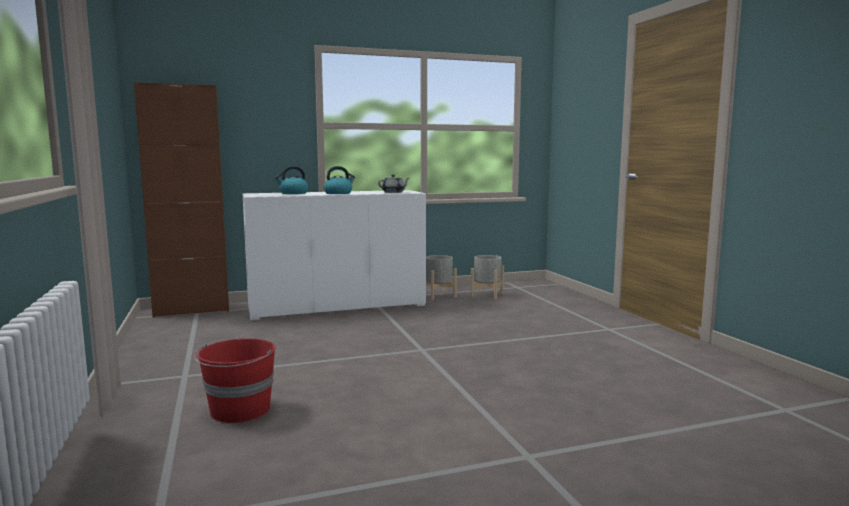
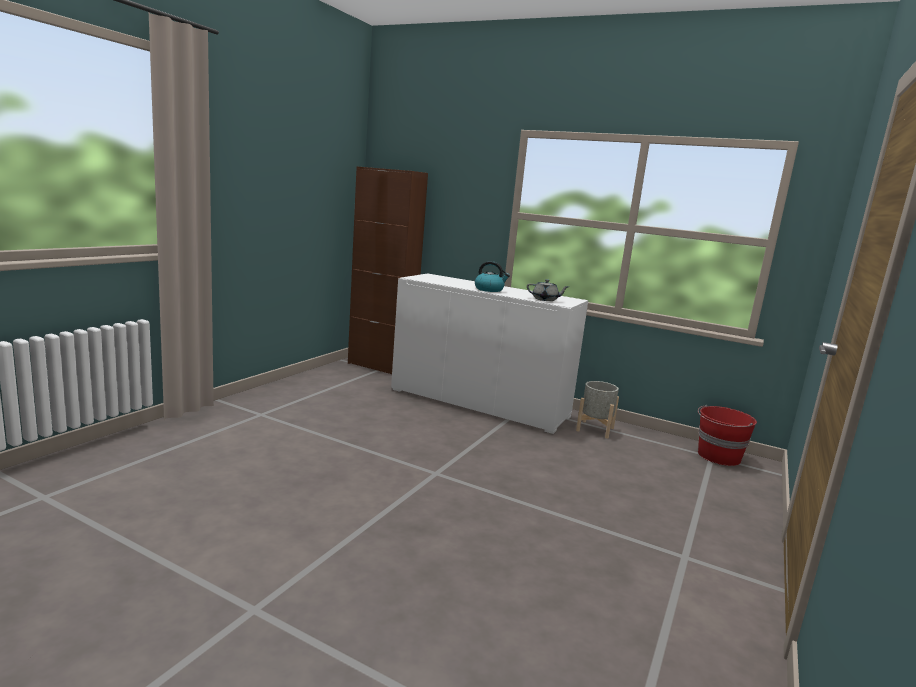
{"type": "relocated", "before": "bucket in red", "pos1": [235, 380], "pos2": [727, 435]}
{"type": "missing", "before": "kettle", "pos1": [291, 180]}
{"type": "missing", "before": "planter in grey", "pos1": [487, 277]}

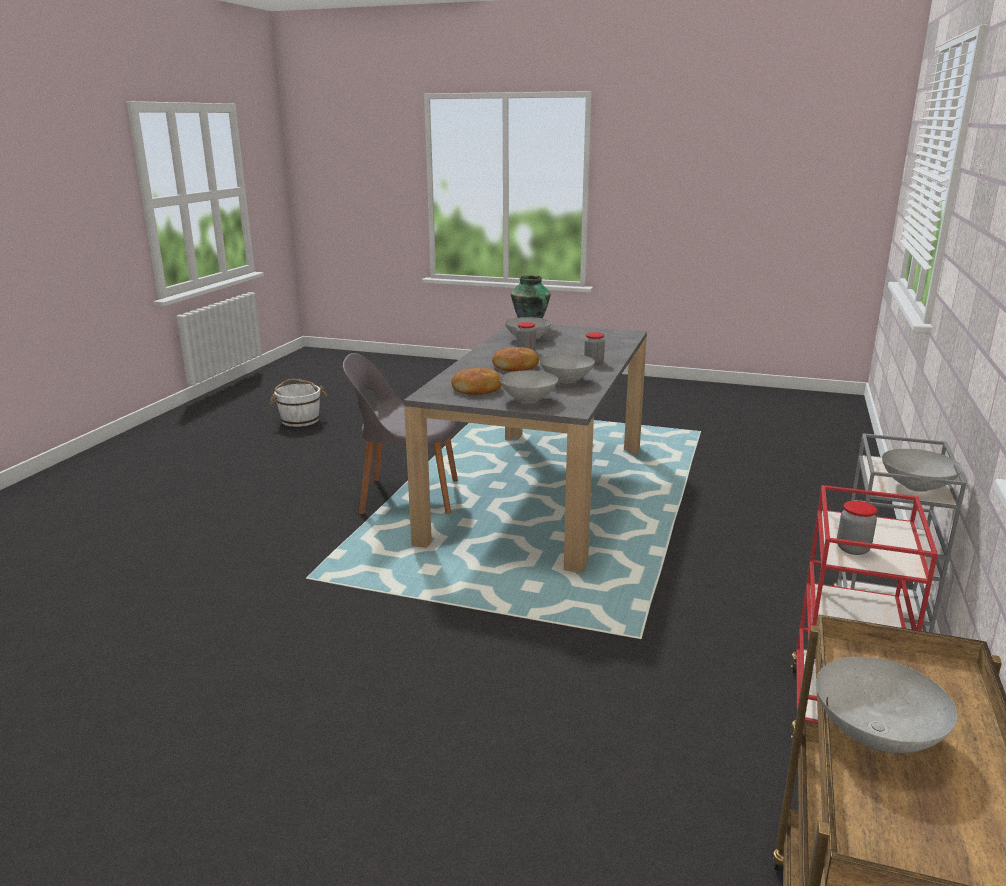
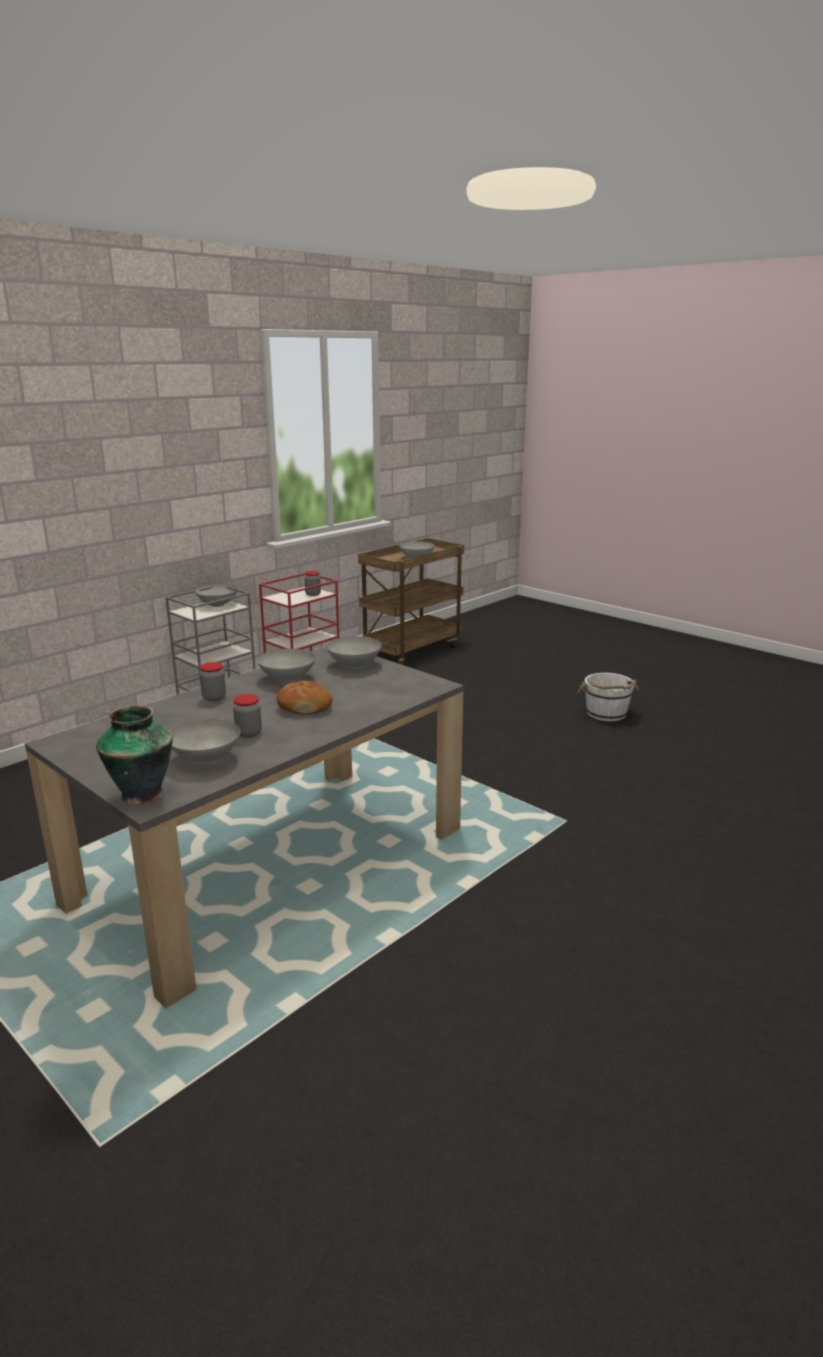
{"type": "relocated", "before": "bucket in white", "pos1": [298, 403], "pos2": [608, 697]}
{"type": "missing", "before": "chair in grey", "pos1": [400, 433]}
{"type": "missing", "before": "bread", "pos1": [476, 381]}

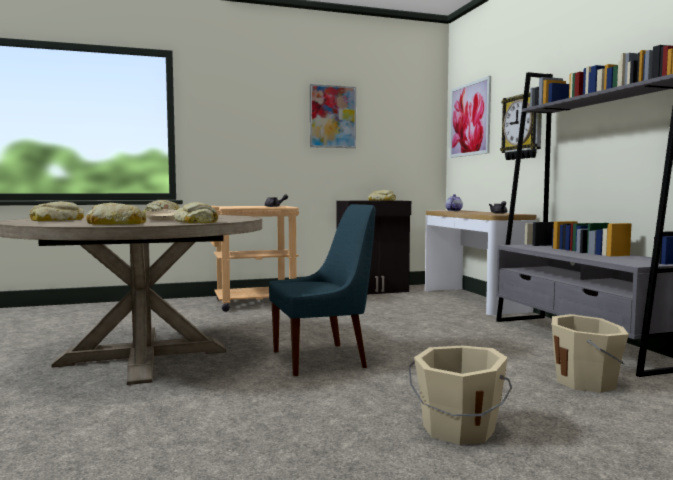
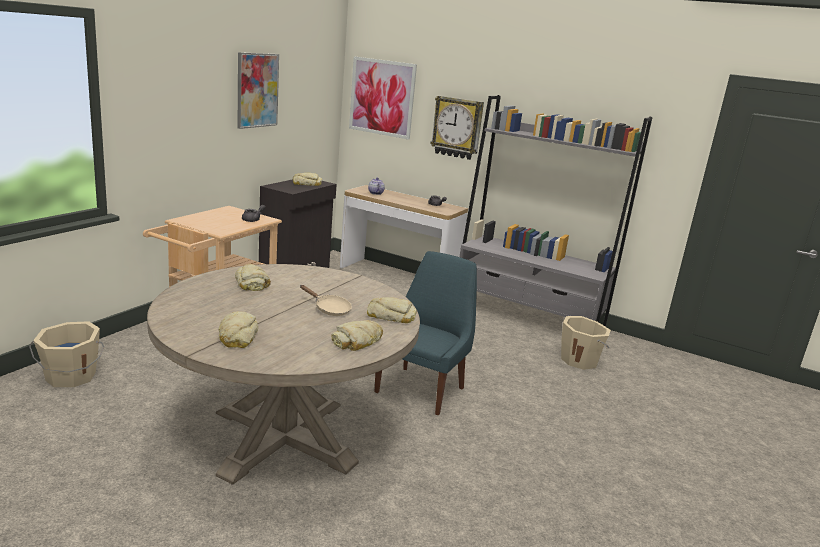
{"type": "relocated", "before": "bucket in beige", "pos1": [460, 395], "pos2": [66, 354]}

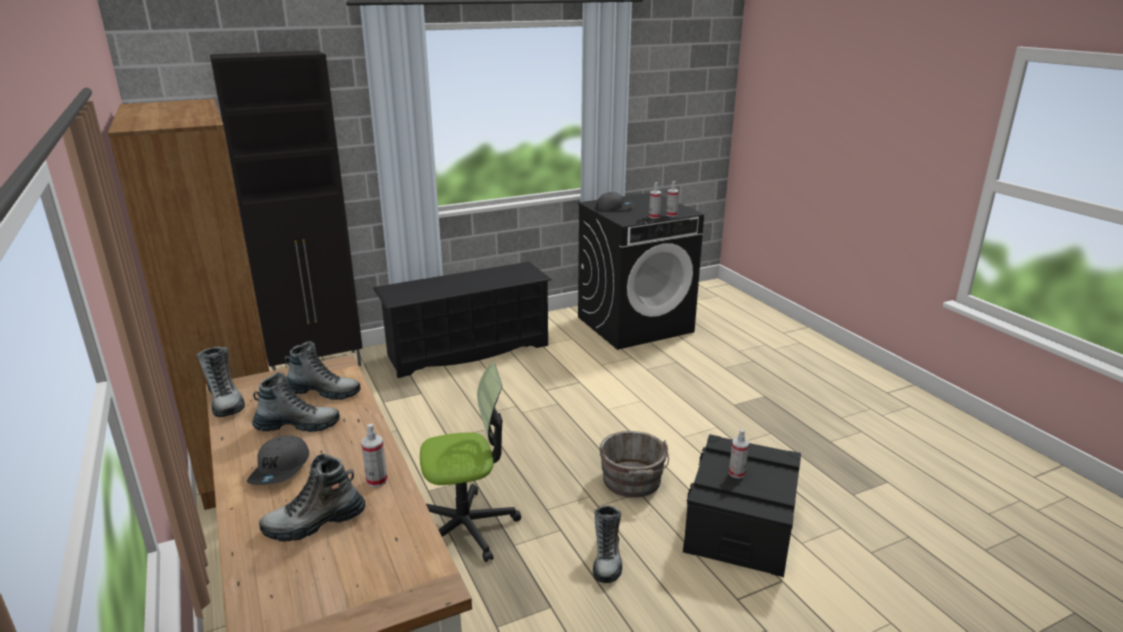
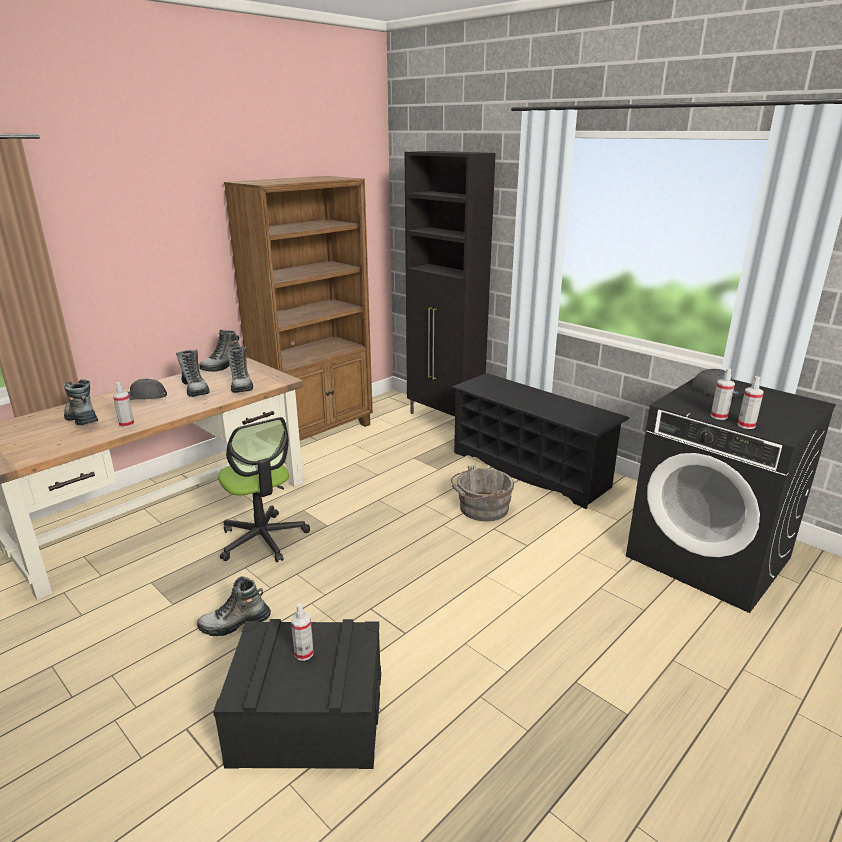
{"type": "relocated", "before": "bucket in grey", "pos1": [634, 464], "pos2": [482, 493]}

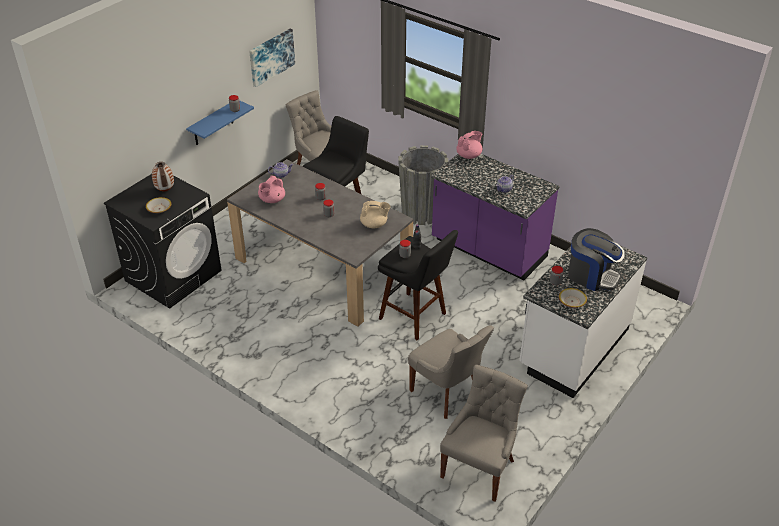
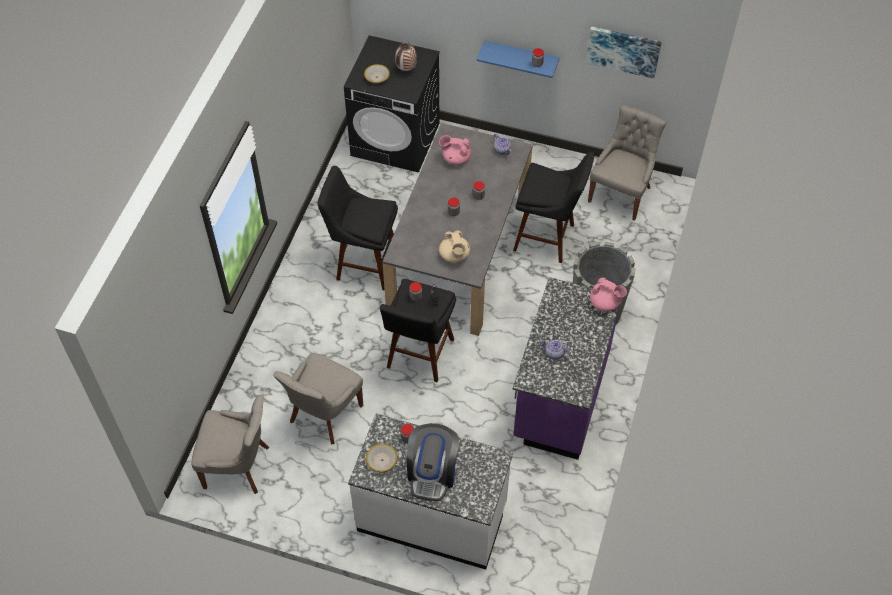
{"type": "appeared", "after": "stool in black", "pos2": [357, 228]}

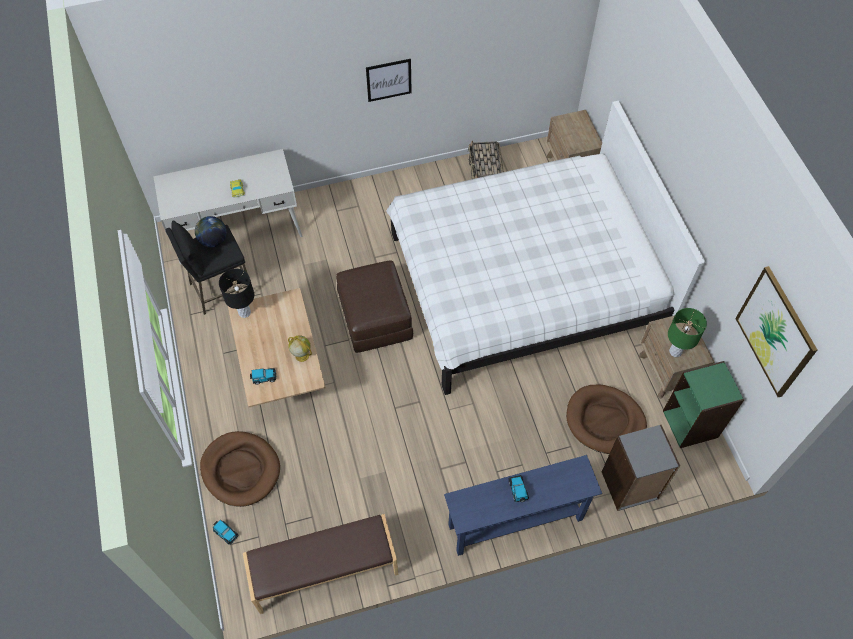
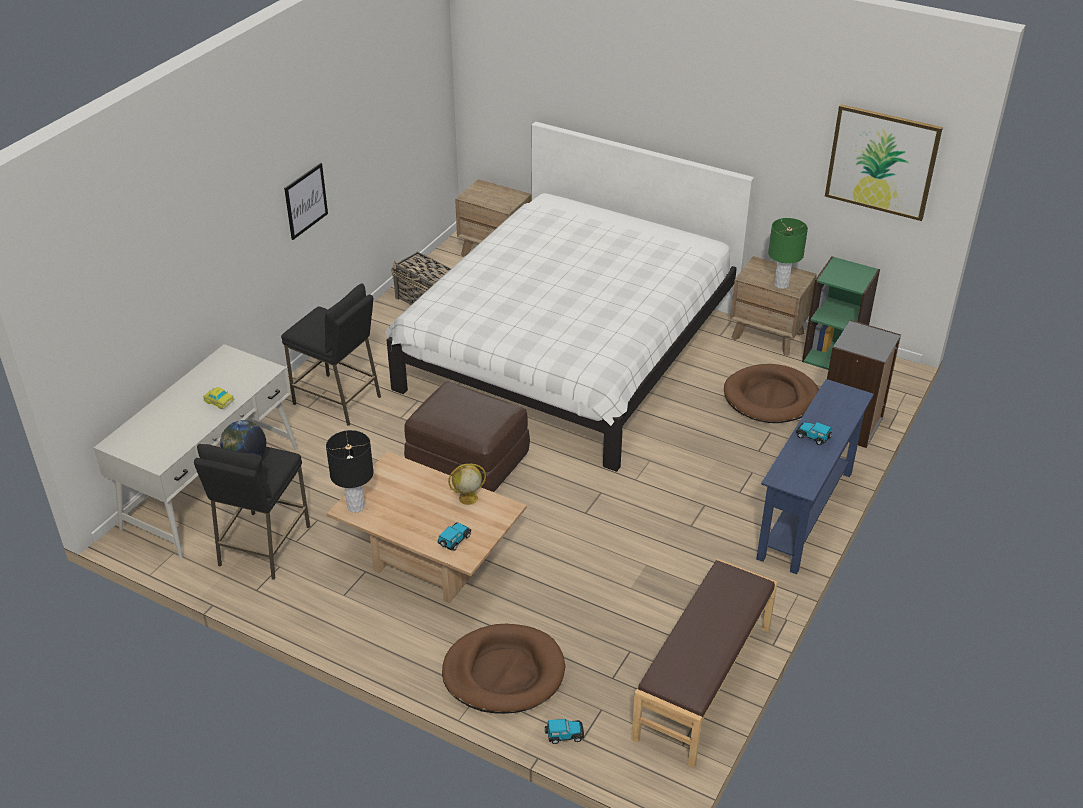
{"type": "appeared", "after": "stool in black", "pos2": [331, 354]}

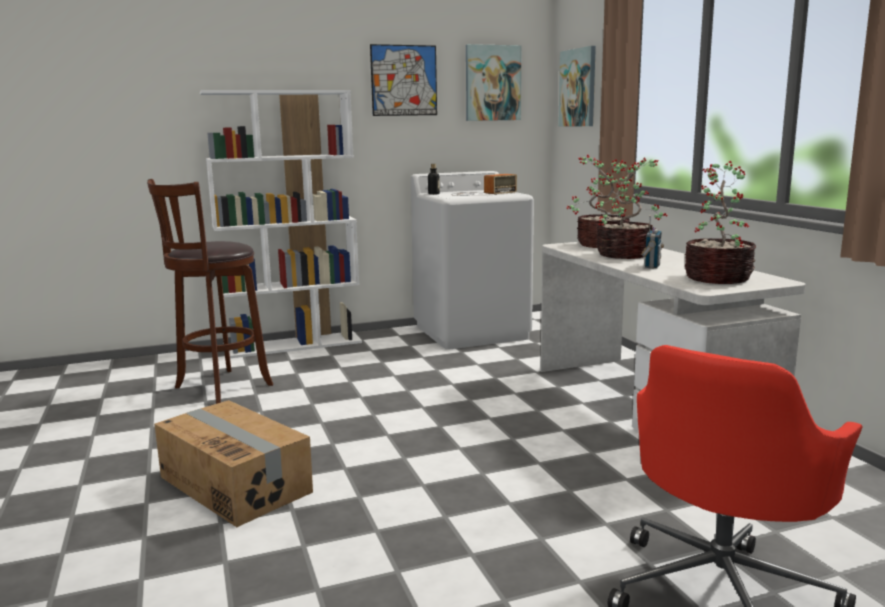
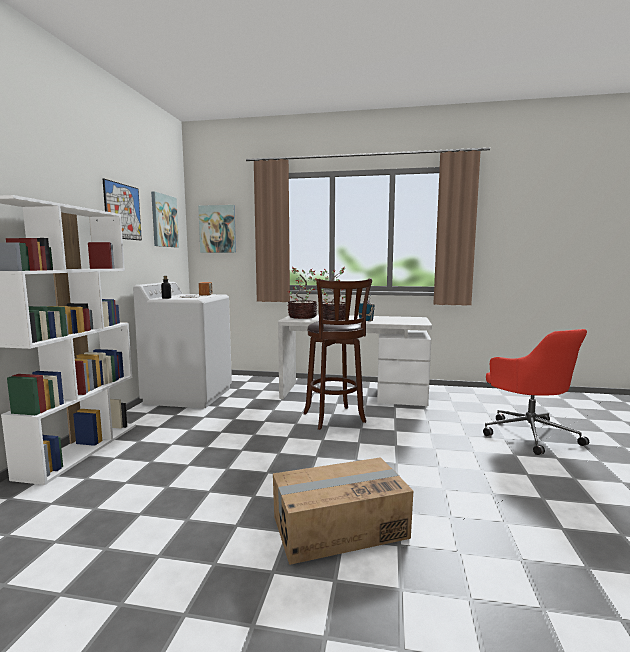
{"type": "relocated", "before": "stool in brown", "pos1": [210, 291], "pos2": [337, 354]}
{"type": "missing", "before": "potted plant", "pos1": [720, 222]}

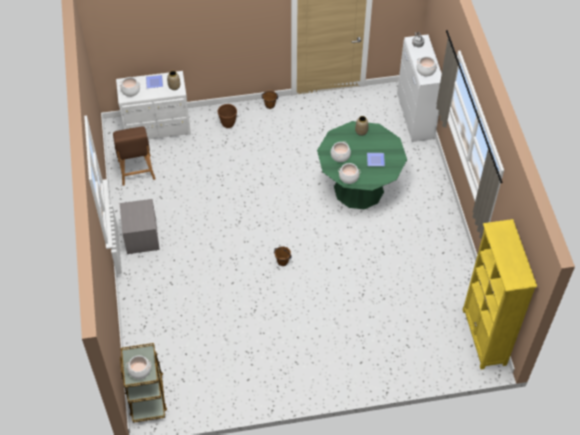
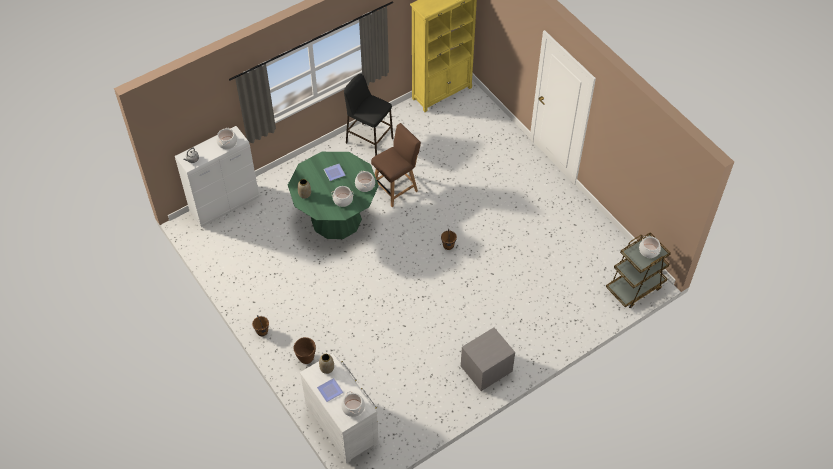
{"type": "relocated", "before": "chair in brown", "pos1": [134, 156], "pos2": [396, 165]}
{"type": "appeared", "after": "stool in black", "pos2": [368, 114]}

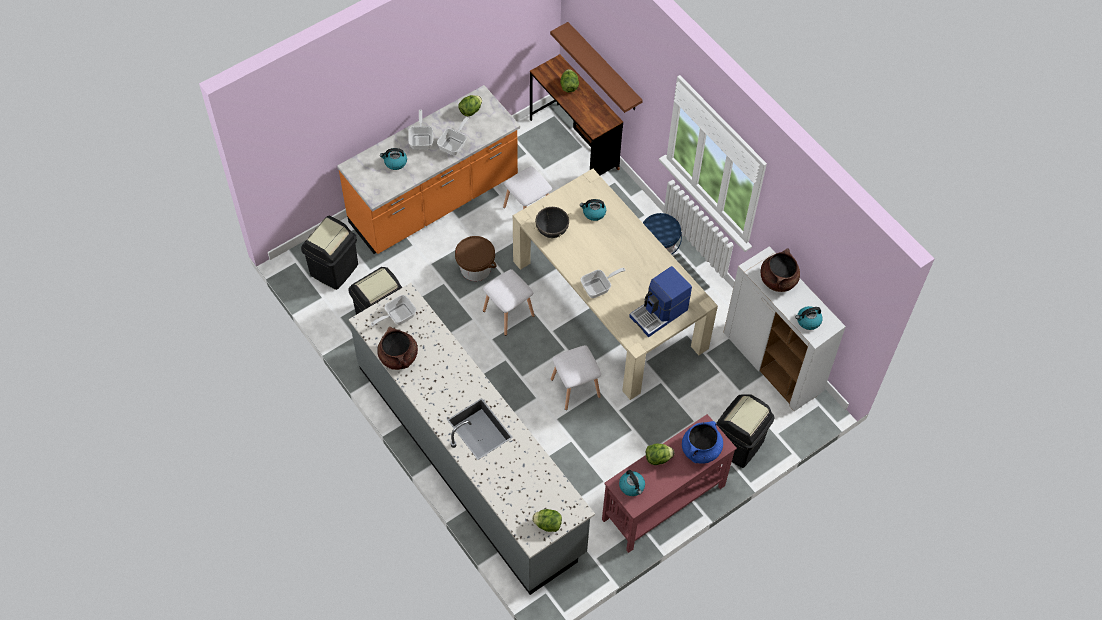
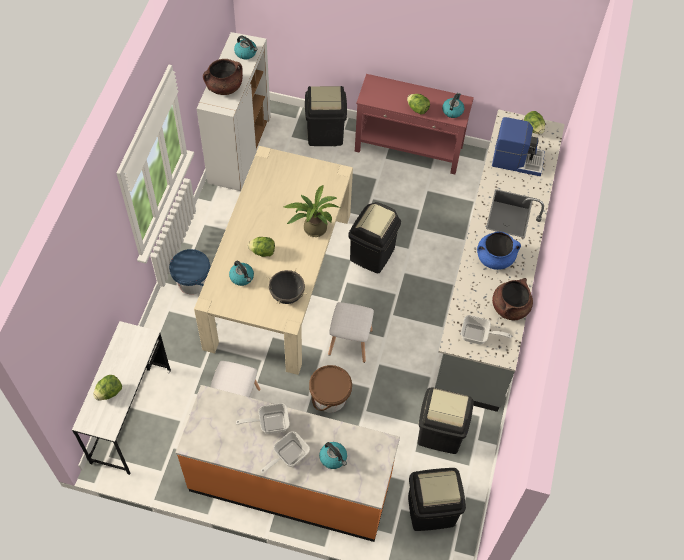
{"type": "relocated", "before": "lettuce", "pos1": [470, 105], "pos2": [261, 247]}
{"type": "colour", "before": "desk in brown", "after": "desk in white", "pos1": [576, 114], "pos2": [121, 398]}
{"type": "missing", "before": "shelf in brown", "pos1": [596, 67]}
{"type": "exchanged", "before": "stool in white", "after": "trash can in black", "pos1": [576, 377], "pos2": [375, 237]}
{"type": "exchanged", "before": "frying pan", "after": "potted plant", "pos1": [602, 283], "pos2": [312, 211]}
{"type": "relocated", "before": "coffee machine", "pos1": [660, 301], "pos2": [518, 146]}
{"type": "relocated", "before": "cooking pot in blue", "pos1": [702, 442], "pos2": [499, 250]}

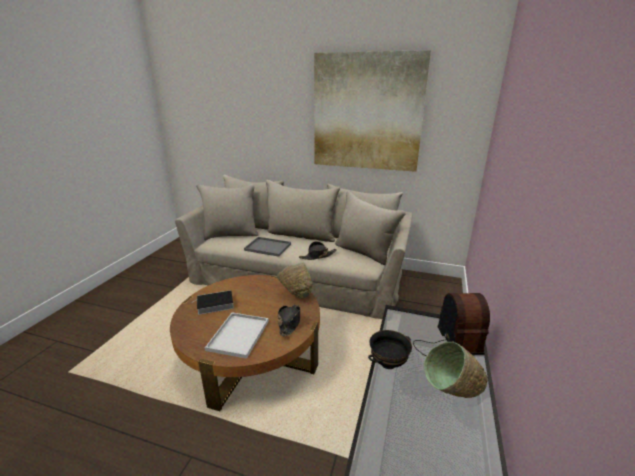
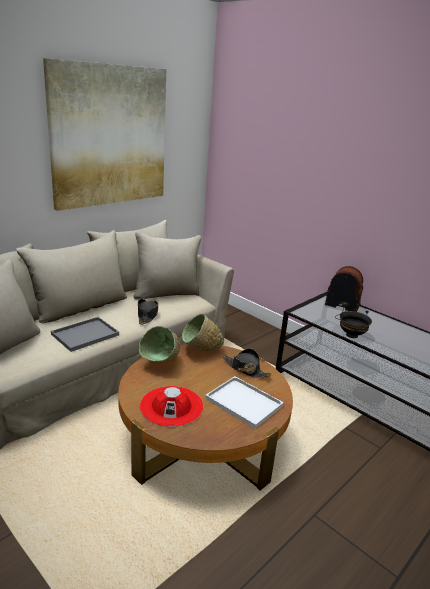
{"type": "exchanged", "before": "book", "after": "hat in red", "pos1": [212, 302], "pos2": [172, 406]}
{"type": "relocated", "before": "bowl in green", "pos1": [456, 369], "pos2": [159, 344]}

